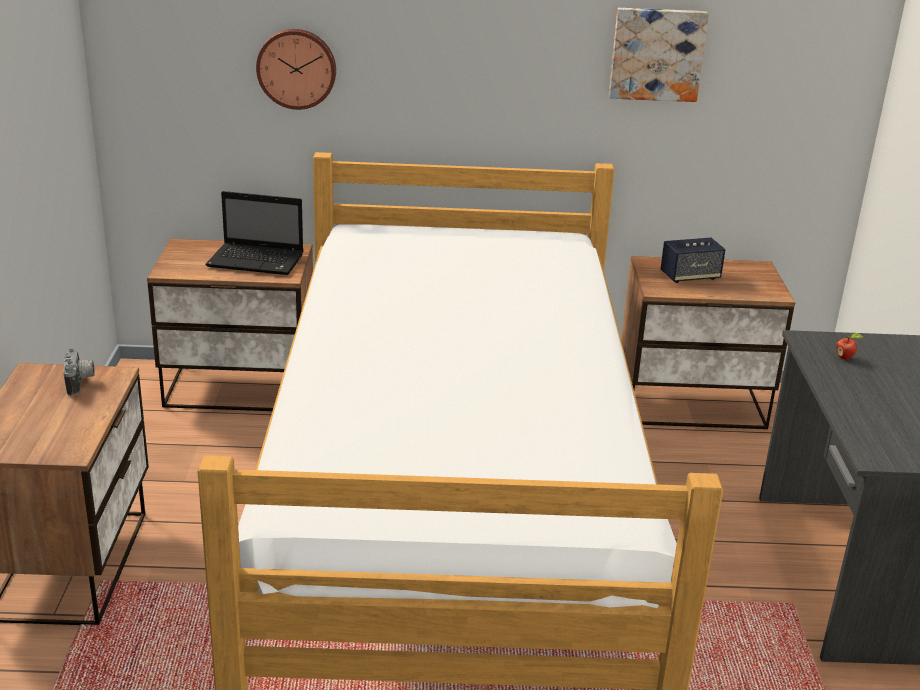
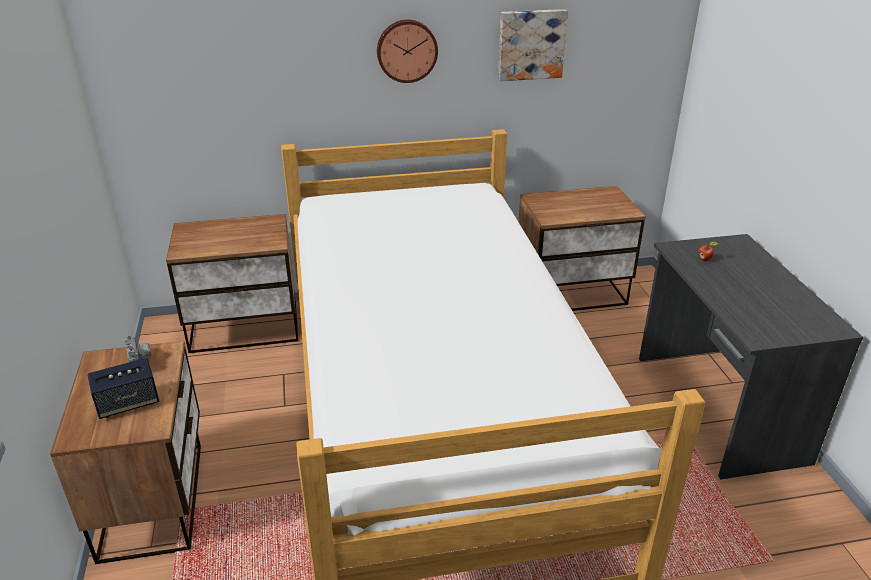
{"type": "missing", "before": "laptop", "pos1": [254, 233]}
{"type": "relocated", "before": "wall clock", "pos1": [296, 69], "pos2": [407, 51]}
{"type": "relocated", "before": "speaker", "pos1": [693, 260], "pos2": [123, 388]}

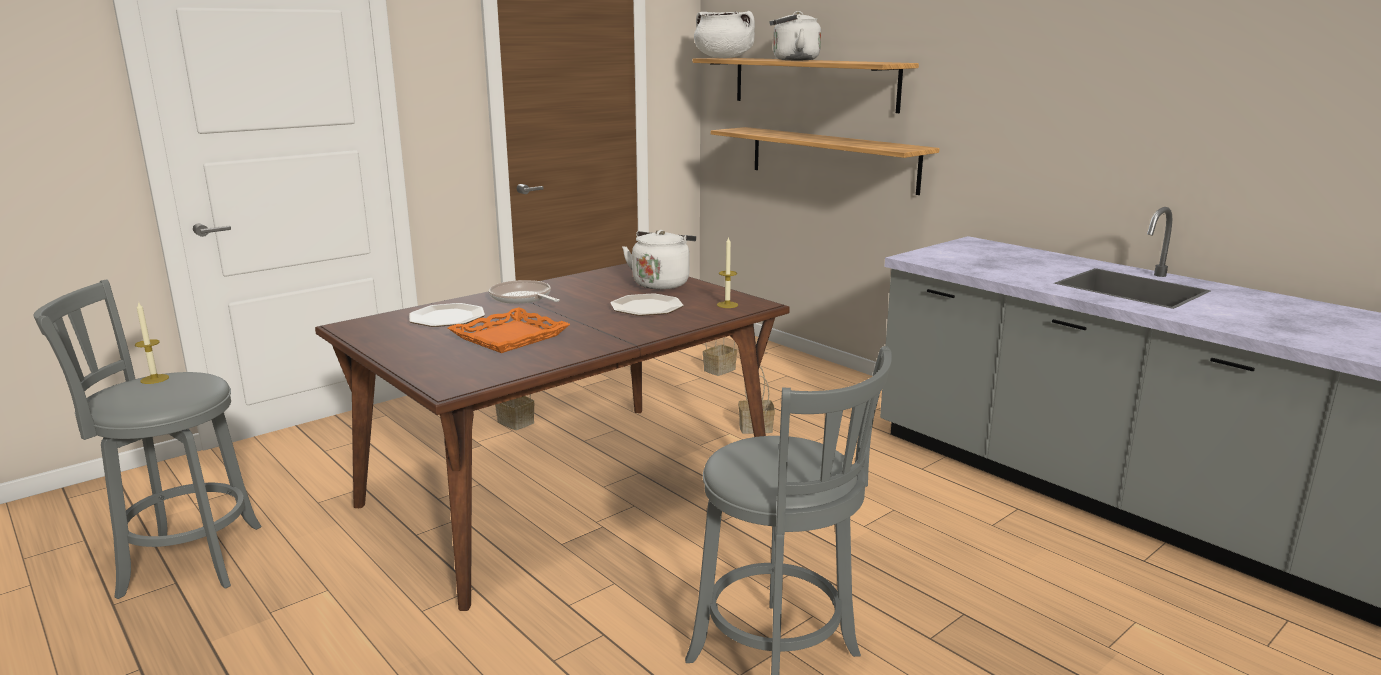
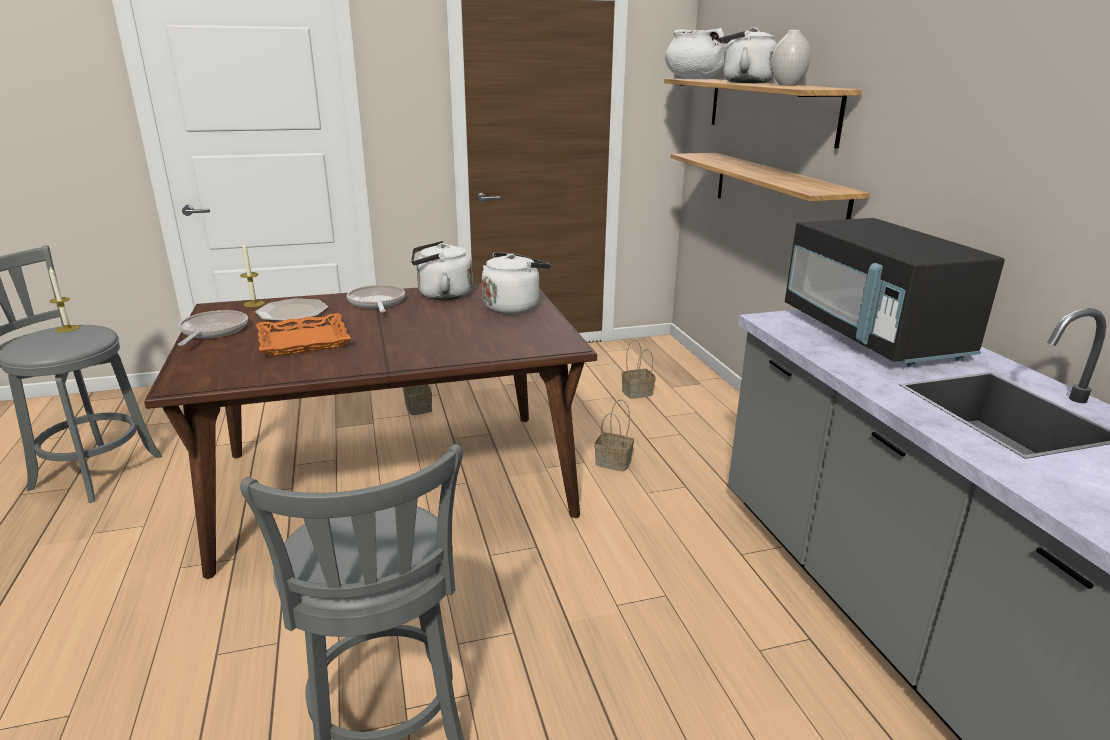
{"type": "missing", "before": "plate", "pos1": [647, 304]}
{"type": "relocated", "before": "candle", "pos1": [727, 272], "pos2": [252, 274]}
{"type": "appeared", "after": "frying pan", "pos2": [213, 328]}
{"type": "appeared", "after": "kettle in white", "pos2": [441, 270]}
{"type": "appeared", "after": "vase in white", "pos2": [791, 58]}
{"type": "appeared", "after": "microwave in black", "pos2": [895, 292]}

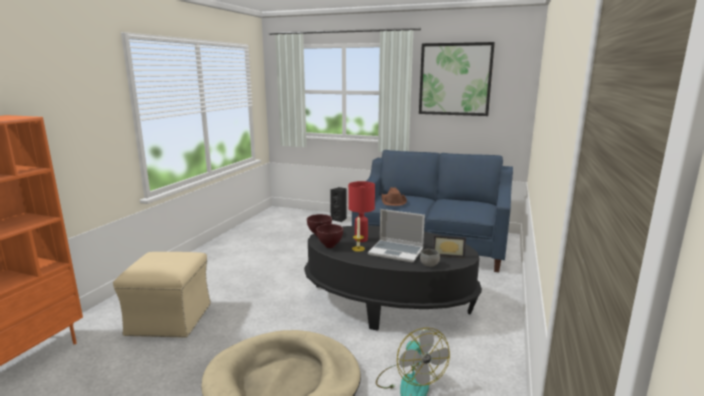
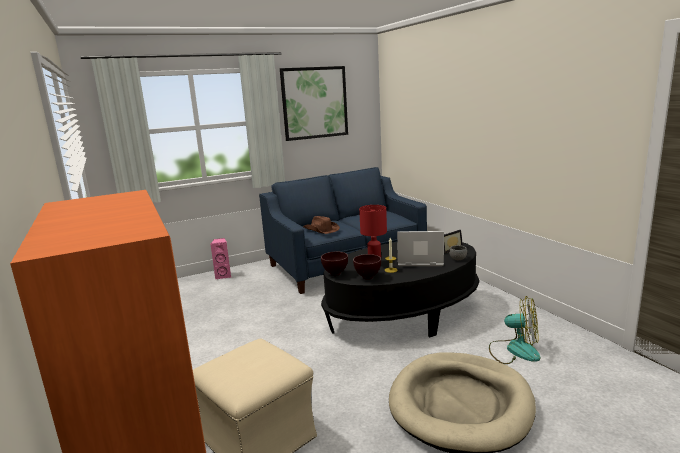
{"type": "colour", "before": "speaker in black", "after": "speaker in pink", "pos1": [338, 204], "pos2": [220, 259]}
{"type": "spun", "before": "laptop", "pos1": [396, 236], "pos2": [420, 248], "turn": -150}

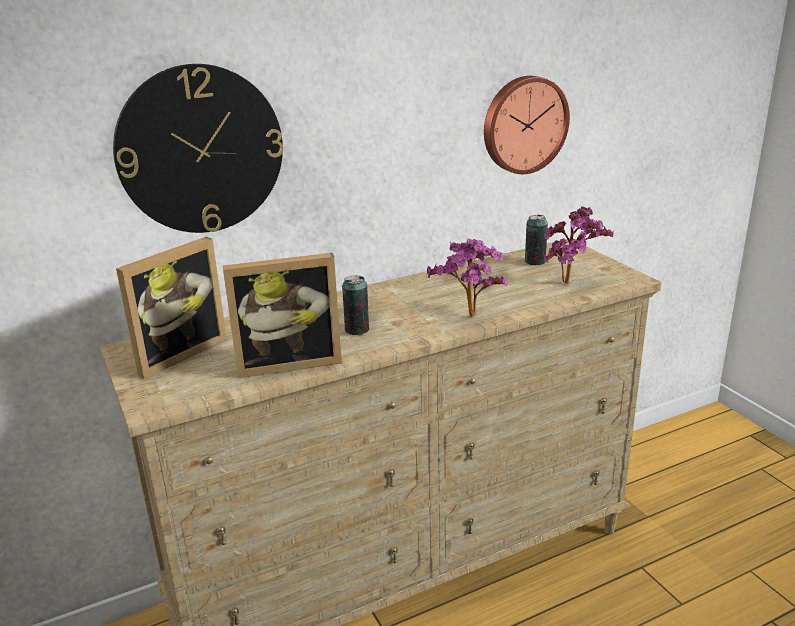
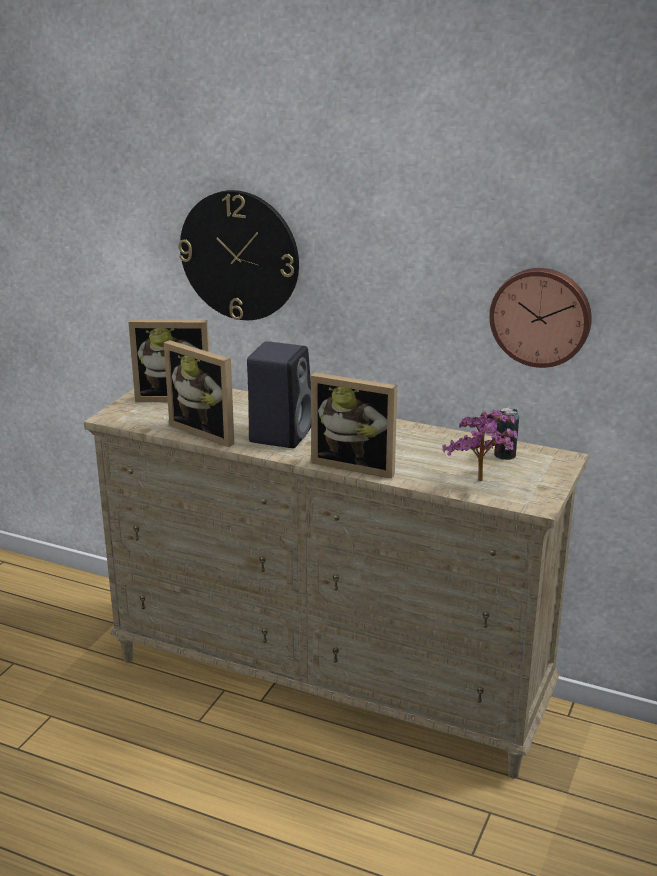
{"type": "exchanged", "before": "can", "after": "speaker in black", "pos1": [355, 305], "pos2": [279, 394]}
{"type": "exchanged", "before": "potted plant", "after": "picture frame", "pos1": [467, 277], "pos2": [354, 425]}

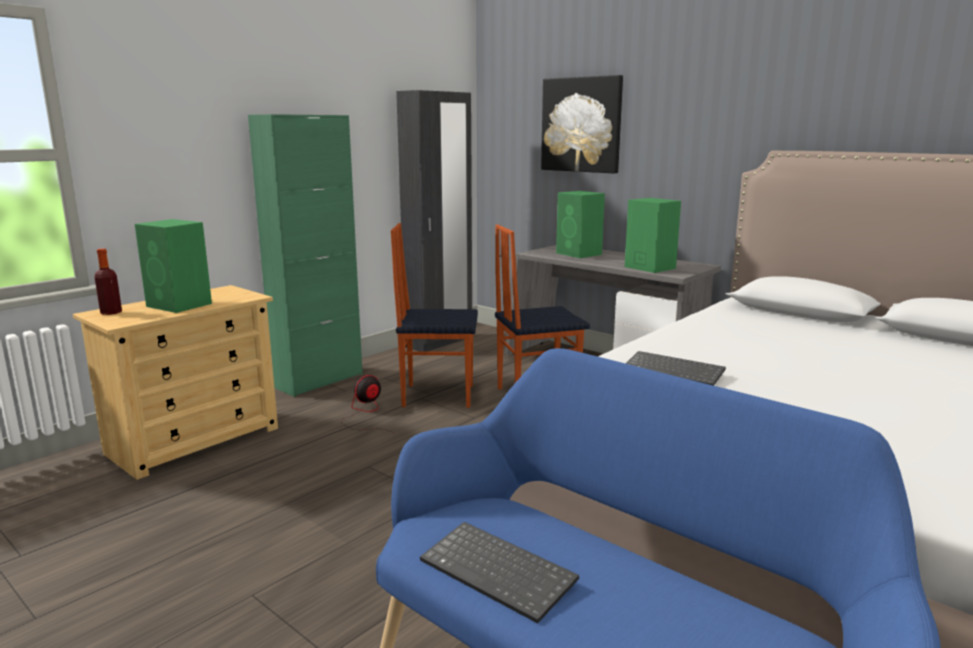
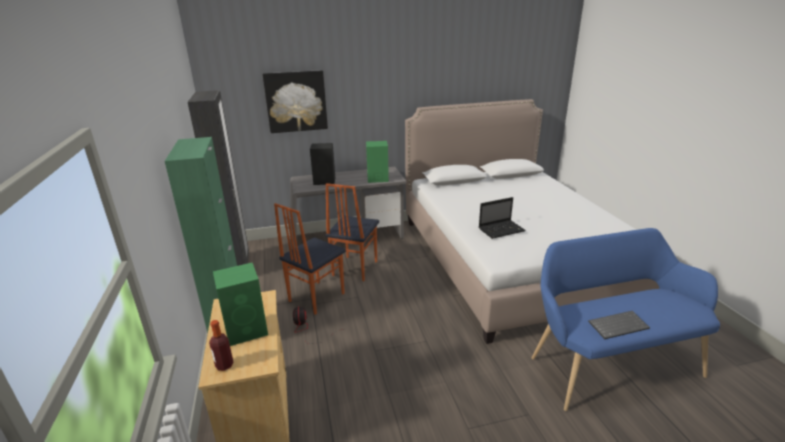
{"type": "colour", "before": "speaker in green", "after": "speaker in black", "pos1": [580, 224], "pos2": [322, 164]}
{"type": "exchanged", "before": "keyboard", "after": "laptop", "pos1": [675, 368], "pos2": [502, 218]}

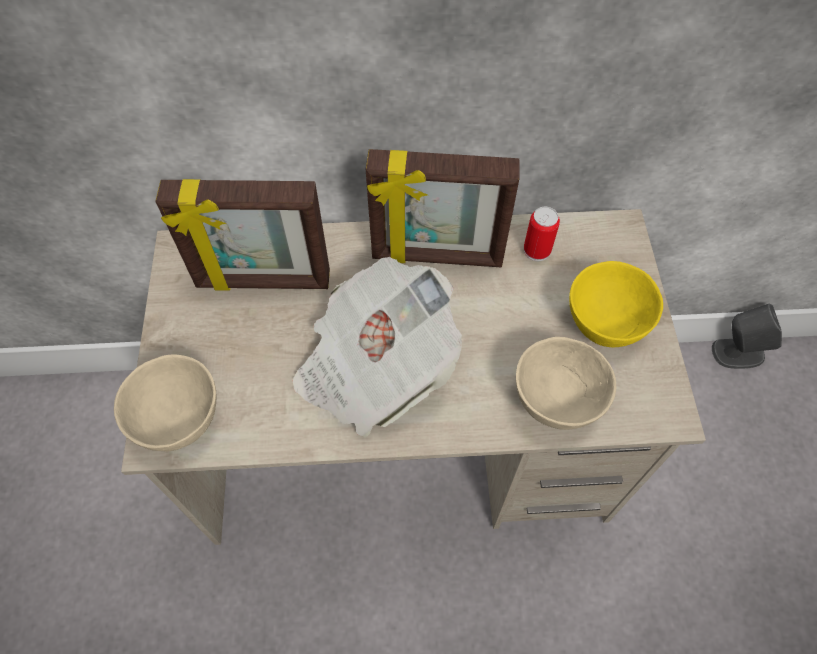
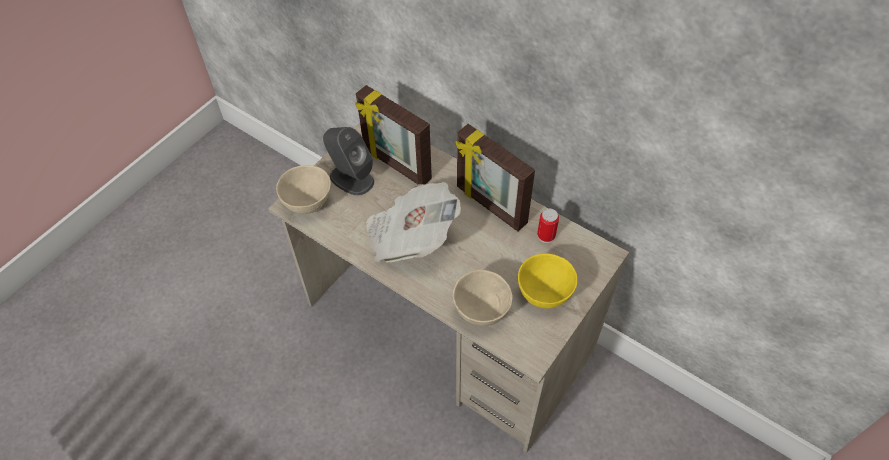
{"type": "relocated", "before": "speaker in grey", "pos1": [747, 336], "pos2": [348, 161]}

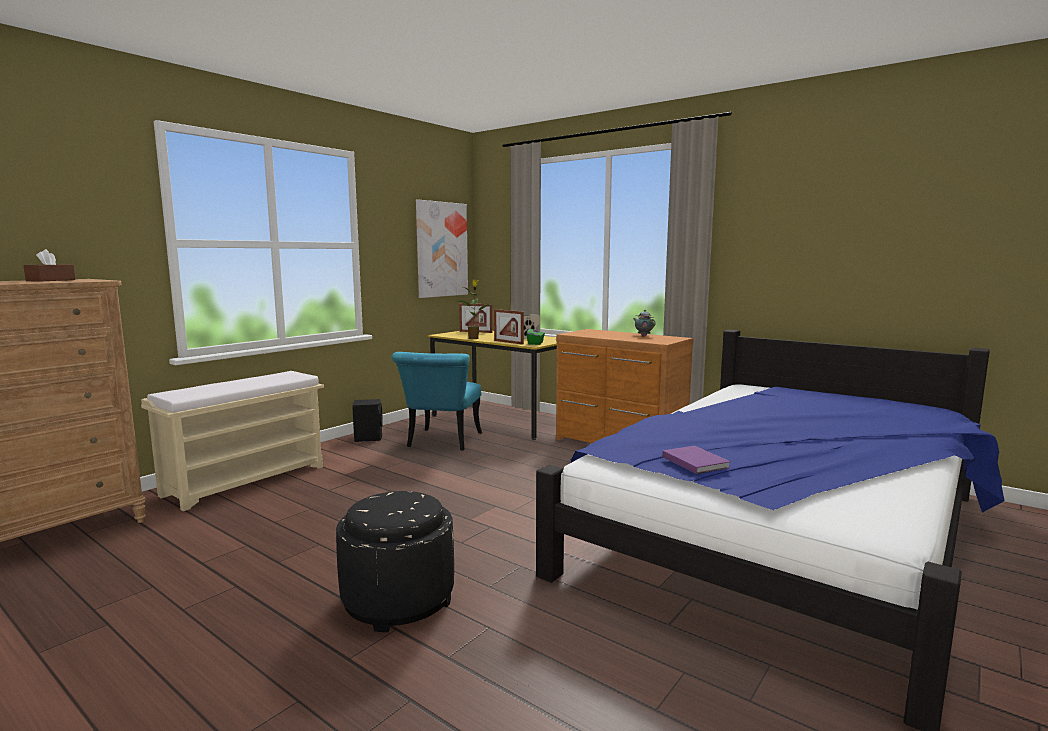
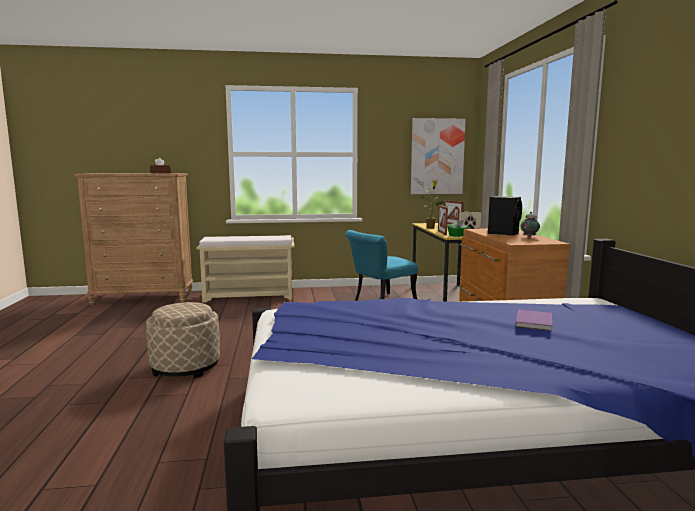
{"type": "colour", "before": "ottoman in black", "after": "ottoman in beige", "pos1": [395, 561], "pos2": [183, 340]}
{"type": "relocated", "before": "speaker in black", "pos1": [367, 420], "pos2": [505, 215]}
{"type": "relocated", "before": "book in purple", "pos1": [696, 460], "pos2": [534, 320]}

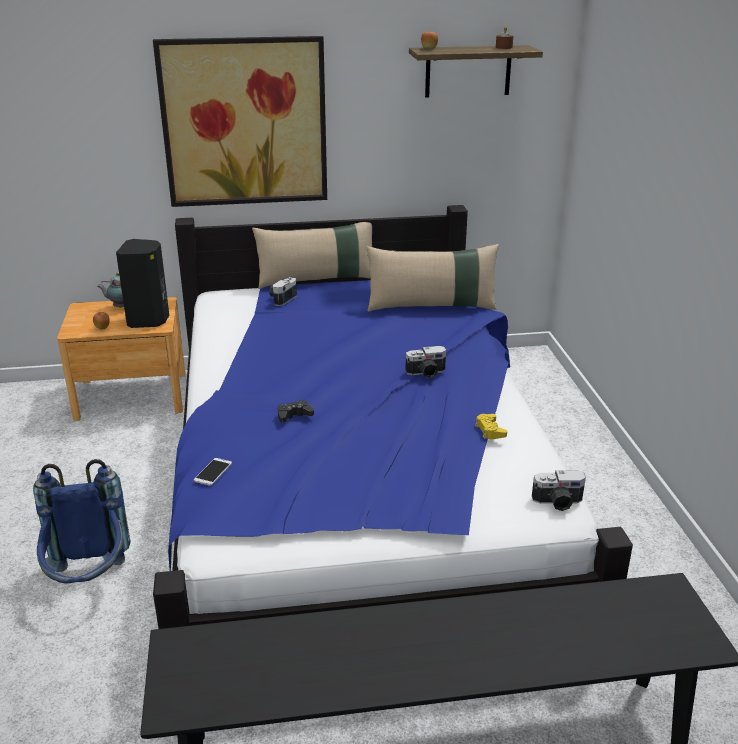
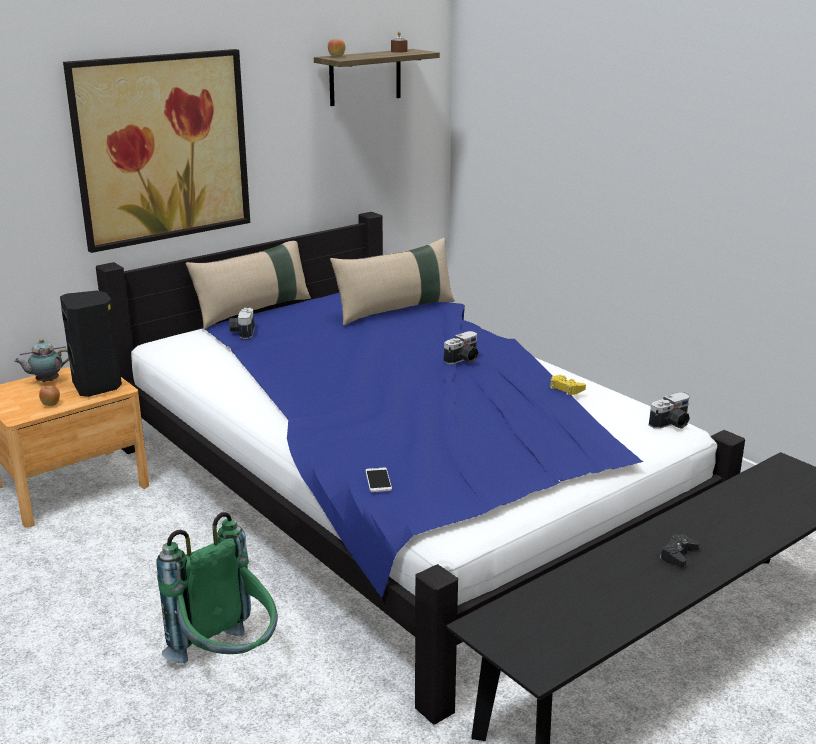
{"type": "colour", "before": "backpack in blue", "after": "backpack in green", "pos1": [81, 521], "pos2": [217, 587]}
{"type": "relocated", "before": "game controller in black", "pos1": [296, 411], "pos2": [680, 550]}

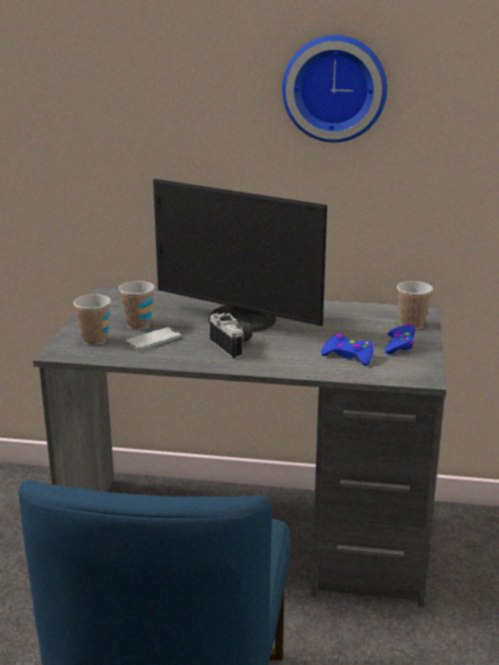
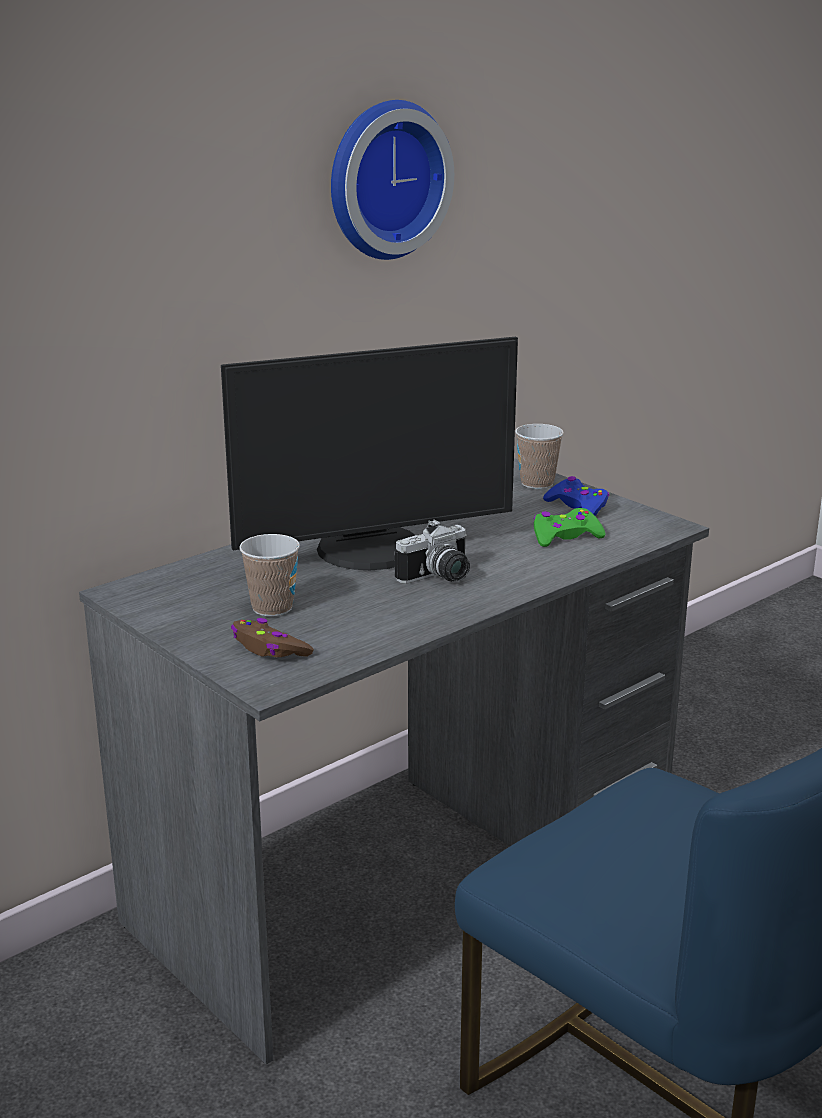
{"type": "exchanged", "before": "cup", "after": "game controller in brown", "pos1": [92, 319], "pos2": [272, 637]}
{"type": "missing", "before": "phone", "pos1": [153, 338]}
{"type": "spun", "before": "photo camera", "pos1": [231, 335], "pos2": [432, 551], "turn": 135}
{"type": "colour", "before": "game controller in blue", "after": "game controller in green", "pos1": [347, 350], "pos2": [569, 527]}

